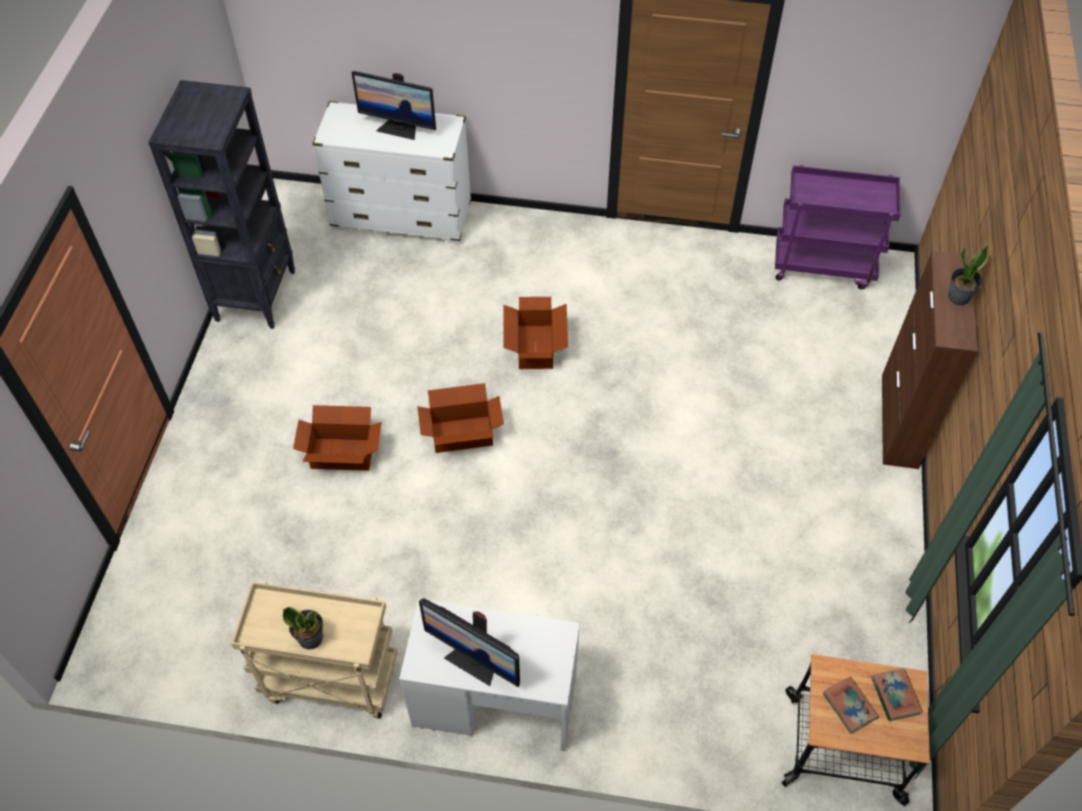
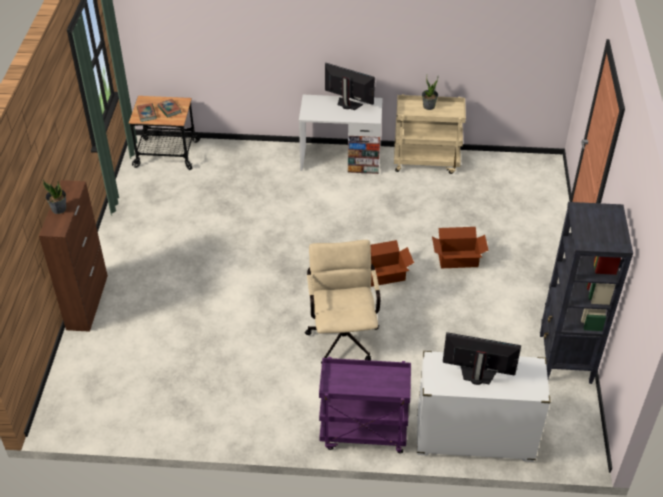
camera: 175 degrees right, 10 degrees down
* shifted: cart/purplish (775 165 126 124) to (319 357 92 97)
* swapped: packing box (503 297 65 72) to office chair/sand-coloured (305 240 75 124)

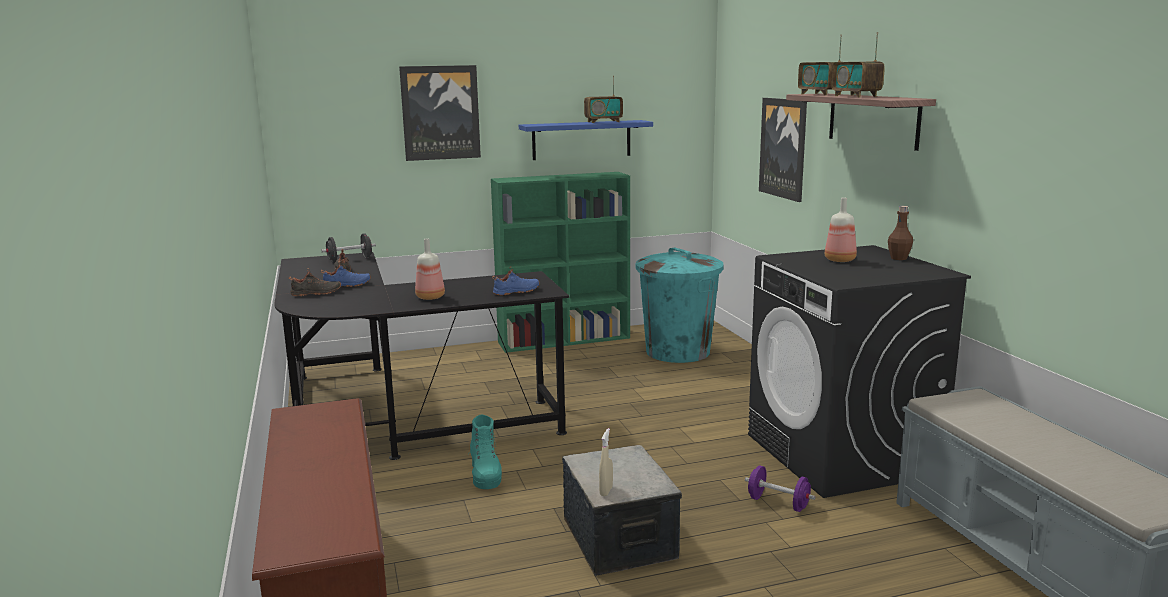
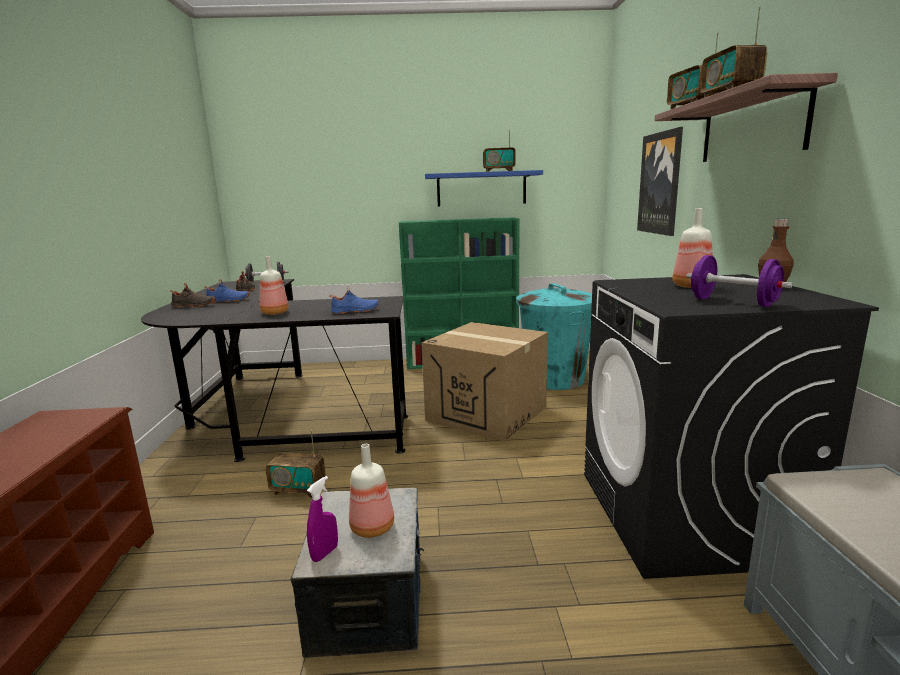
camera: 15 degrees right, 0 degrees up
* gone: wall picture (399 65 82 96)
* swapped: tall boot/turquoise-coloured (468 415 34 74) to radio set (266 430 60 68)
* repainted: spray bottle/sand-coloured (599 428 14 68) to spray bottle/purplish (307 476 31 86)
* shifted: dumbbell/purplish (745 465 70 47) to (687 255 105 52)
* new: packing box (421 322 127 120)
* new: drink bottle (349 444 45 94)

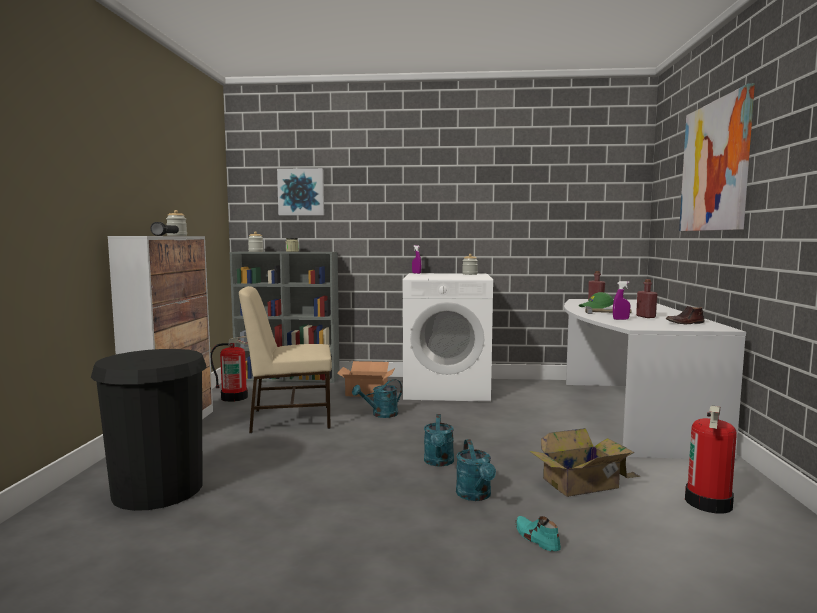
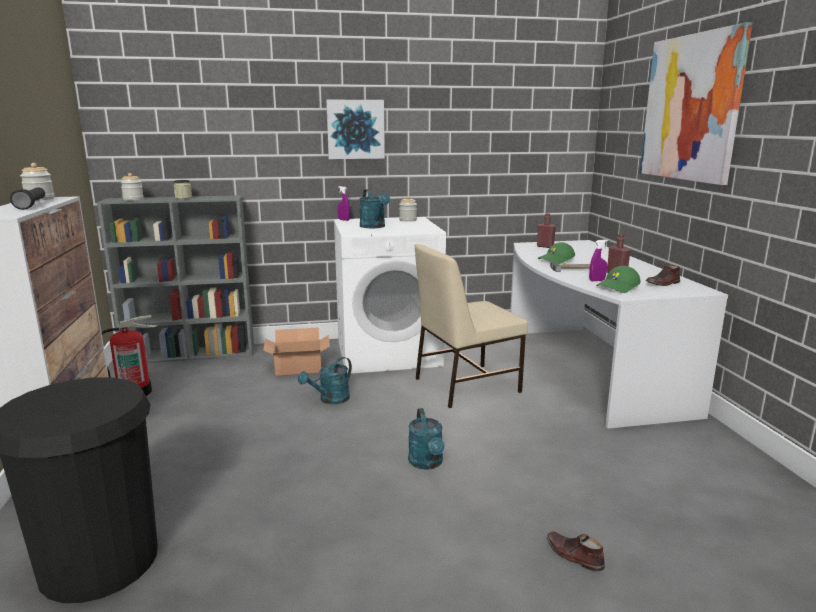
camera: 15 degrees left, 10 degrees up
* shifted: wall picture (277 168 47 48) to (326 100 59 59)
* shifted: chair/sand-coloured (239 286 93 147) to (415 244 113 164)
* gone: fire extinguisher (685 405 52 109)
* gone: packing box (529 428 111 69)
* shifted: sprinkling can/turquoise-coloured (456 439 40 62) to (359 189 31 39)
* repainted: shoe/turquoise-coloured (515 516 46 36) to shoe/brown-coloured (547 531 58 41)
* new: baseball cap/green-coloured (596 266 45 27)

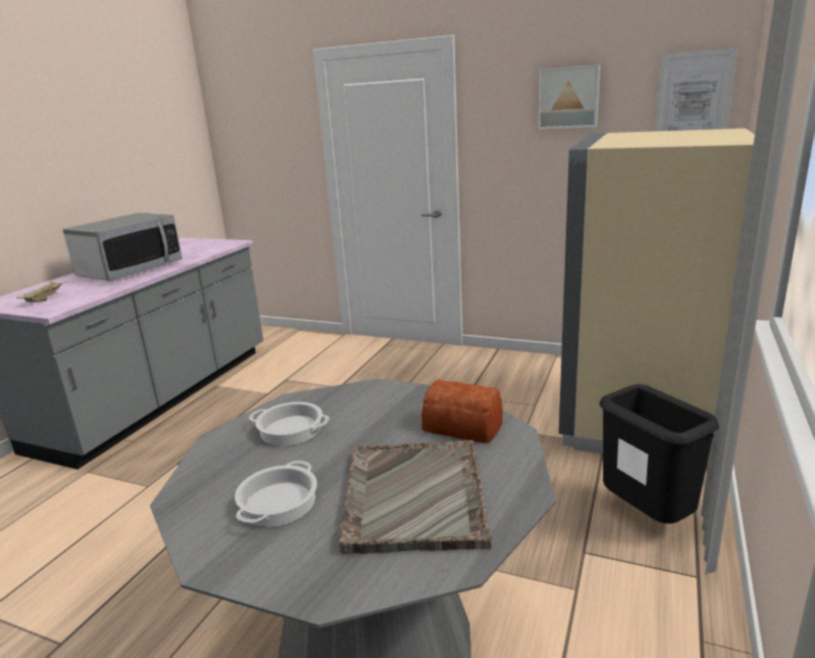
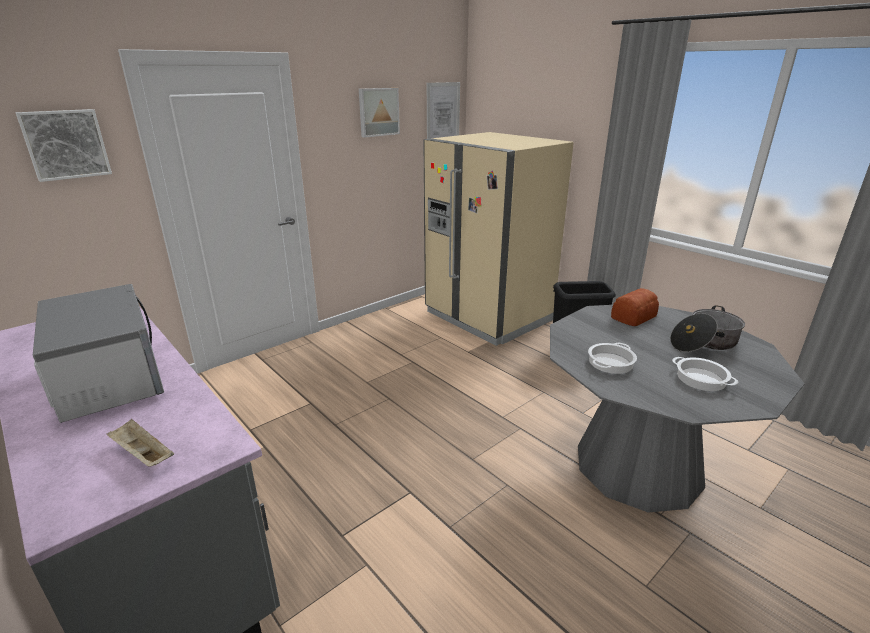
camera: 65 degrees left, 5 degrees up
* swapped: serving tray/greyish (339 440 153 114) to stockpot (670 305 75 47)
* new: wall picture (16 109 96 73)

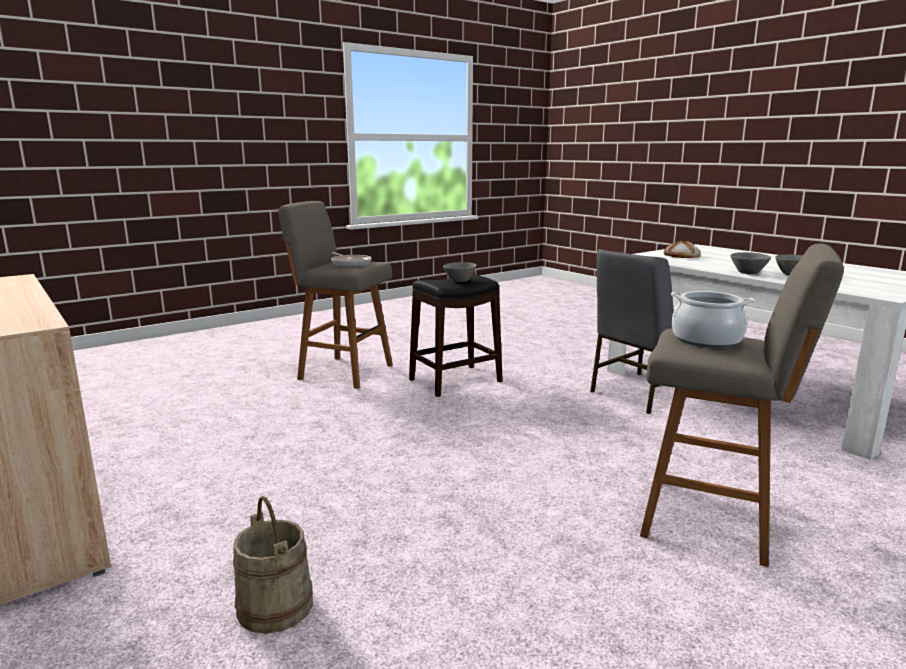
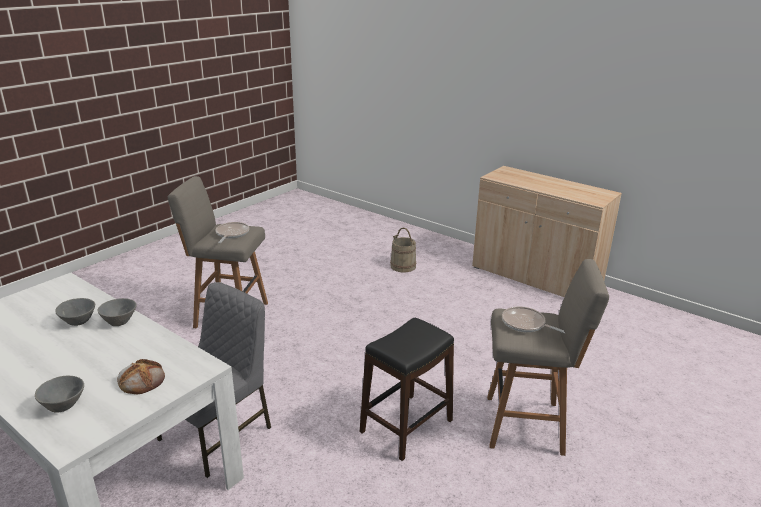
camera: 165 degrees right, 10 degrees up
* shifted: bowl/greyish (443 262 34 20) to (35 376 49 37)
* swapped: stockpot (671 291 84 57) to skillet (215 222 34 21)

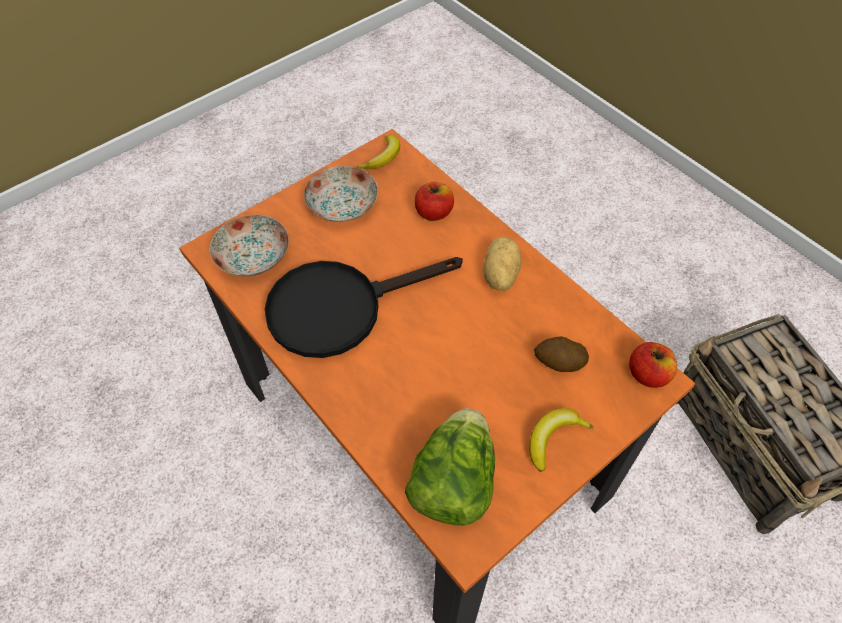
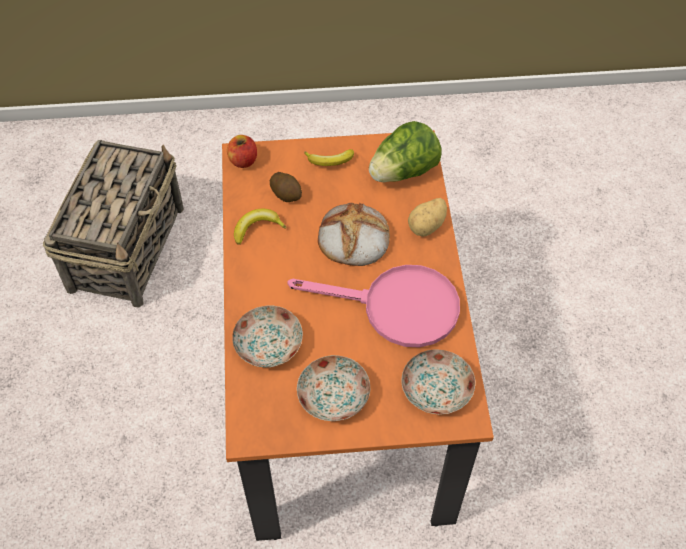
camera: 145 degrees left, 0 degrees up
* shifted: whole banana (355 135 45 34) to (234 209 53 36)
* swapped: apple (415 182 39 39) to plate (232 305 71 63)
* shifted: potato (483 237 38 54) to (408 198 39 39)
* repainted: skillet/black (264 257 199 101) to skillet/pink (287 265 173 83)
* new: bread (318 203 72 63)

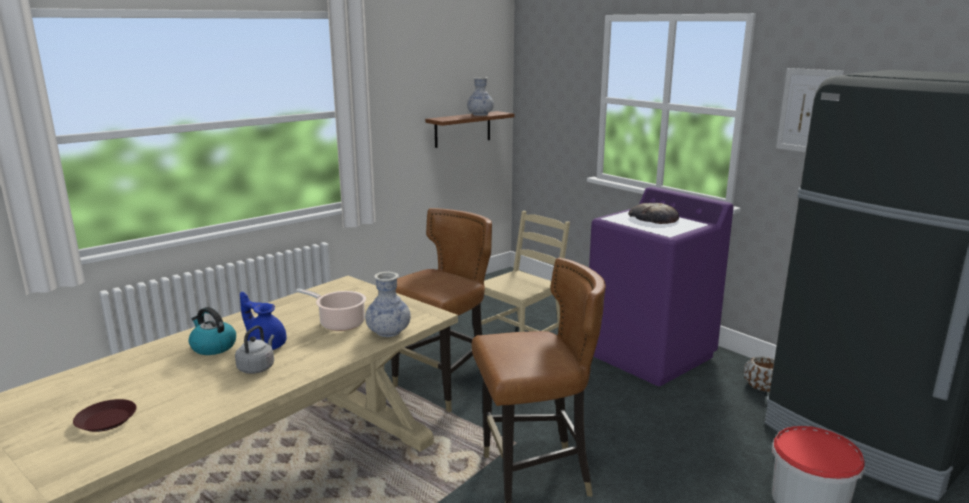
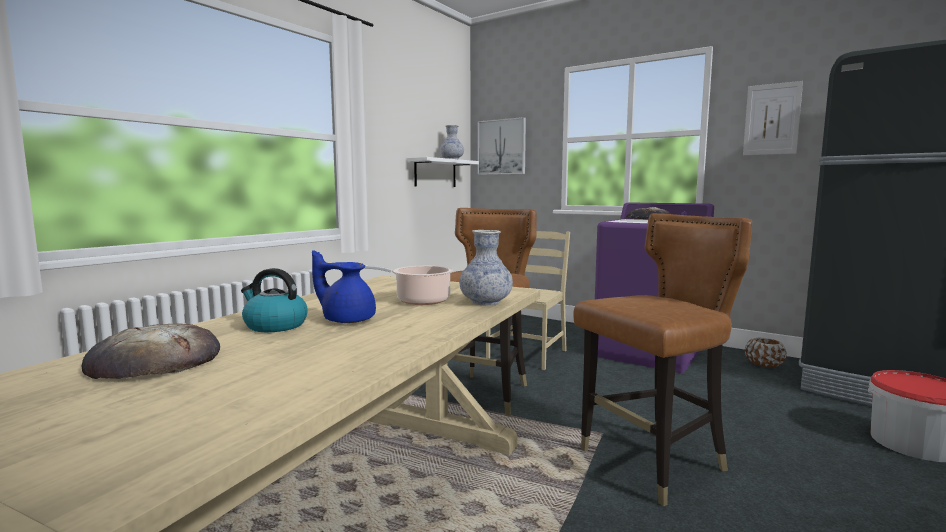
camera: 15 degrees left, 10 degrees down
* repainted: wall shelf/brown-coloured (425 111 90 37) to wall shelf/white-coloured (407 157 72 30)
* gone: kettle/greyish (235 325 39 49)
* gone: plate/brown-coloured (73 399 64 33)
* new: wall picture (478 117 48 58)
* new: bread (81 323 139 56)

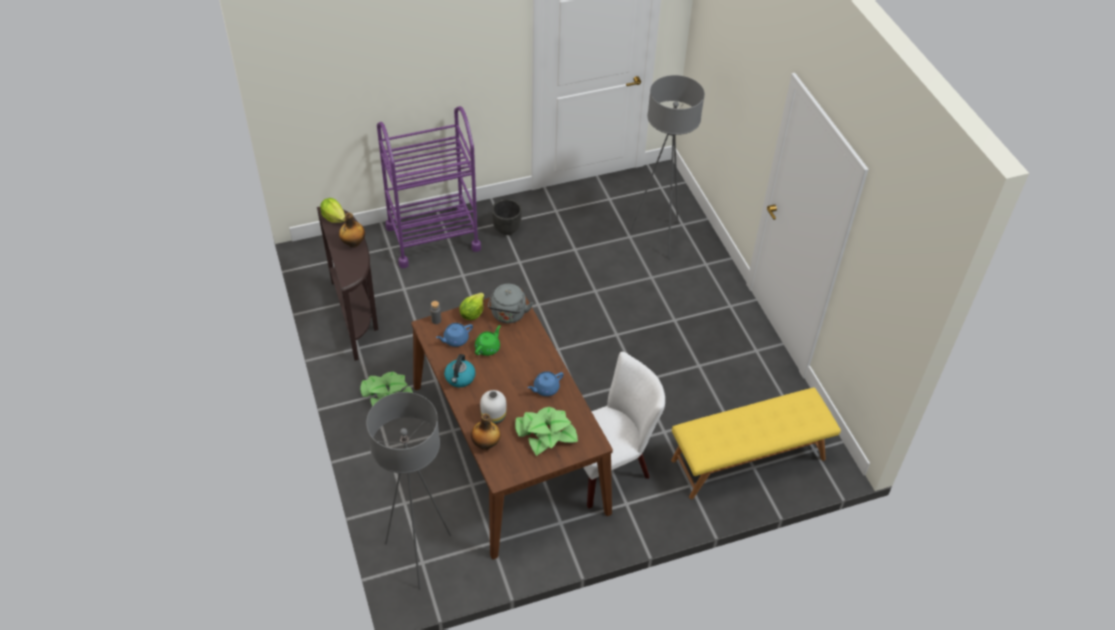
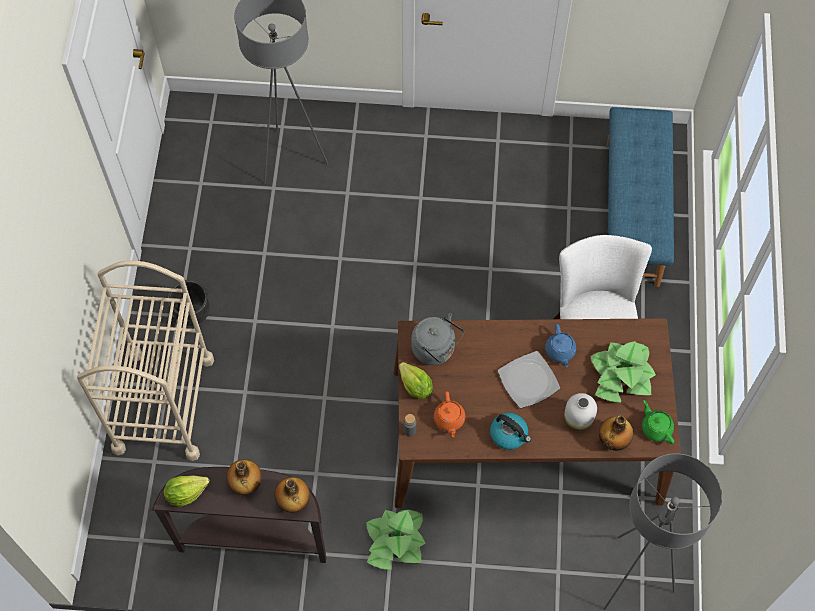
camera: 65 degrees left, 15 degrees up
* repainted: cart/purplish (377 106 104 162) to cart/sand-coloured (77 261 137 200)
* repainted: pot for tea/blue (436 323 37 24) to pot for tea/orange (434 391 31 46)
* shifted: pot for tea/green-coloured (475 325 26 31) to (642 400 32 44)
* repainted: long seat/yellowish (671 387 170 112) to long seat/blue (606 107 68 180)
* new: plate (498 351 62 57)
* new: drink bottle (274 477 36 36)

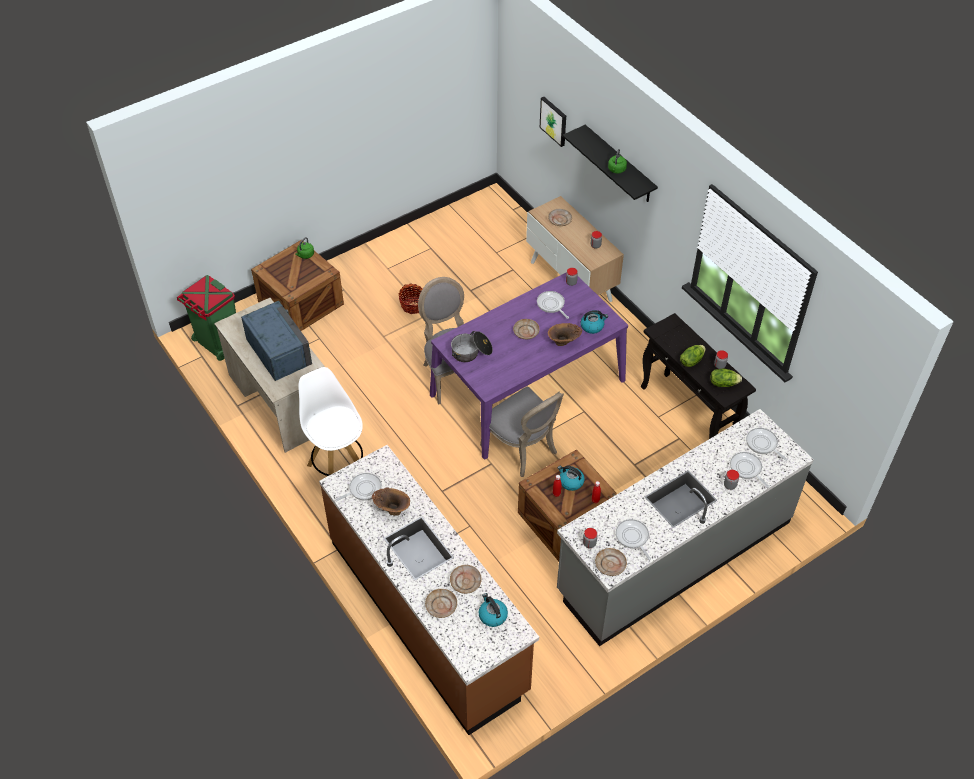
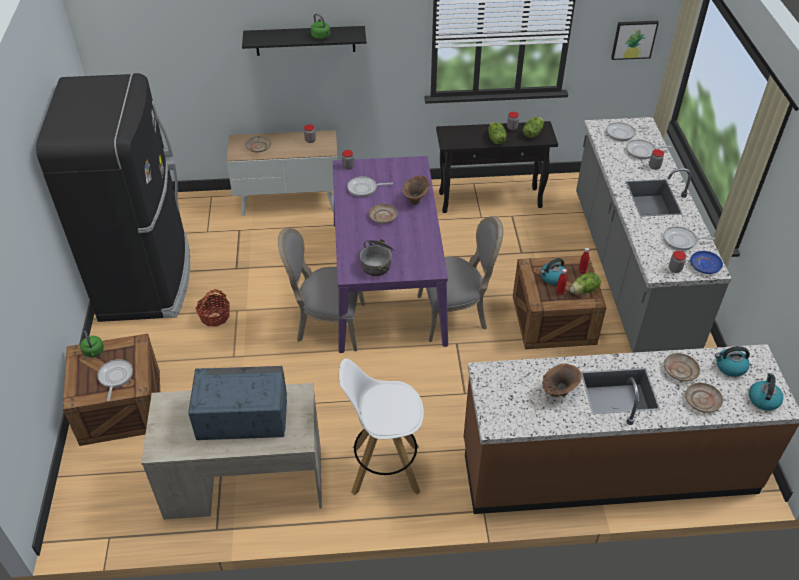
camera: 60 degrees left, 5 degrees down
* shifted: wall picture (540 97 26 50) to (611 21 48 39)
* gone: trash can/green-coloured (177 275 59 86)
* shifted: kettle (581 310 27 24) to (749 373 34 38)
* shifted: skillet (335 473 47 29) to (97 359 36 42)
* repainted: plate/sand-coloured (595 548 32 28) to plate/blue (690 251 33 23)
* new: kitchen fridge/black (36 73 154 249)
* new: head of lettuce (570 272 31 22)

